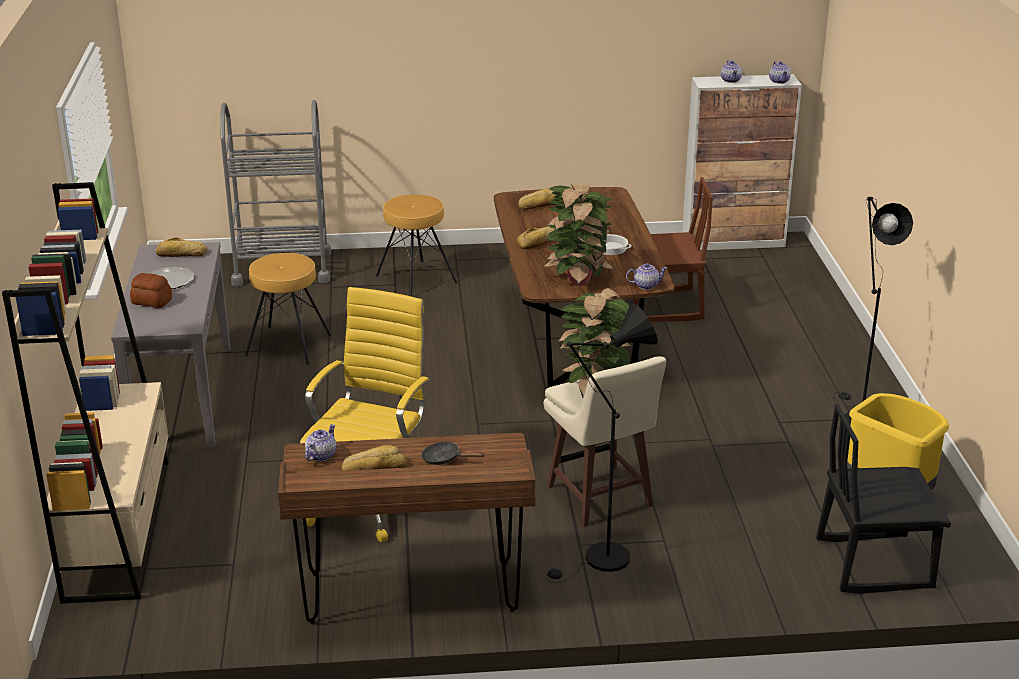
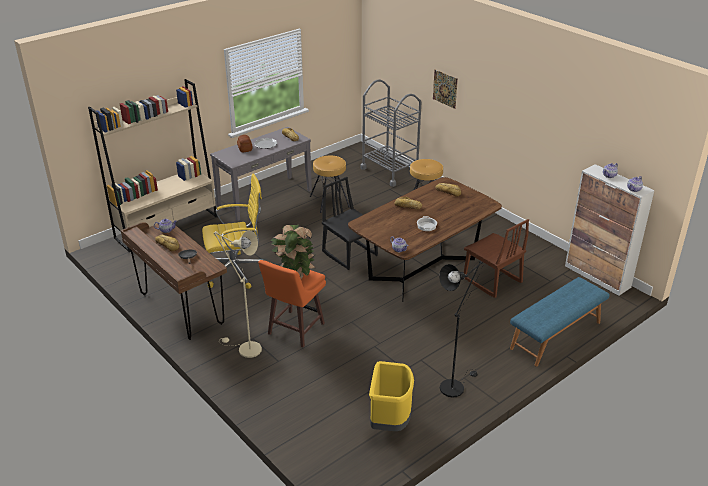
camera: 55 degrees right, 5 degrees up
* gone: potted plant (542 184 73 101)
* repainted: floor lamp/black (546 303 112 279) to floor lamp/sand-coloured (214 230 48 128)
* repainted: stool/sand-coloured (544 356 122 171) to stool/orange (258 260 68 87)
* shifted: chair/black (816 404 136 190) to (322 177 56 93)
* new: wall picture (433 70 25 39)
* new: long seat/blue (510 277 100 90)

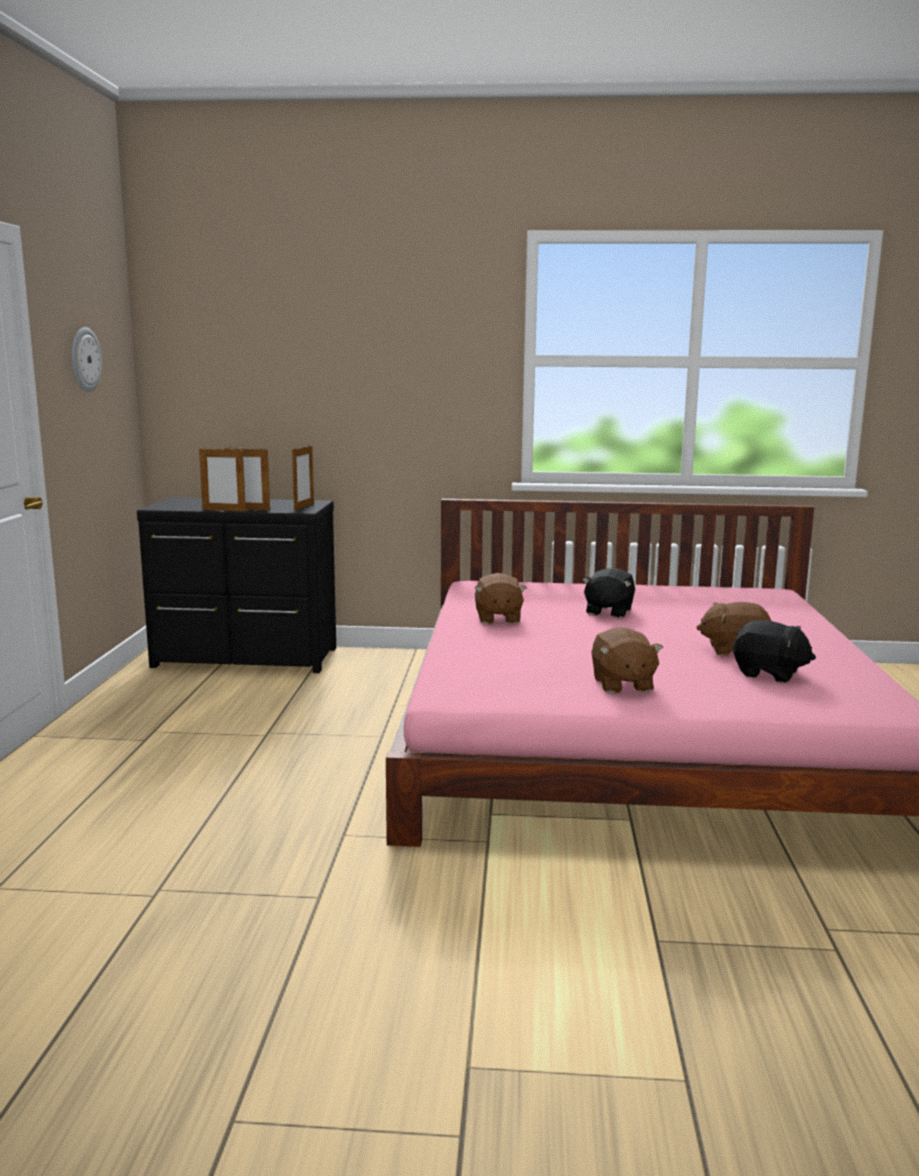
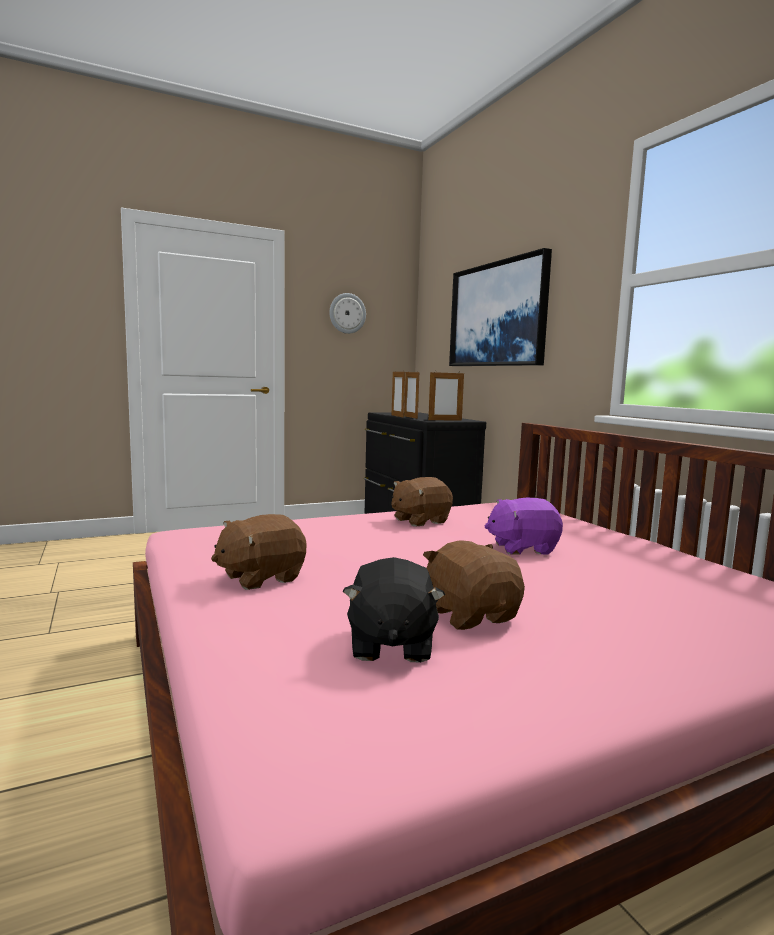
camera: 60 degrees right, 5 degrees down
* repainted: soft toy/black (582 568 53 50) to soft toy/purplish (485 498 78 57)
* new: wall picture (449 248 103 118)

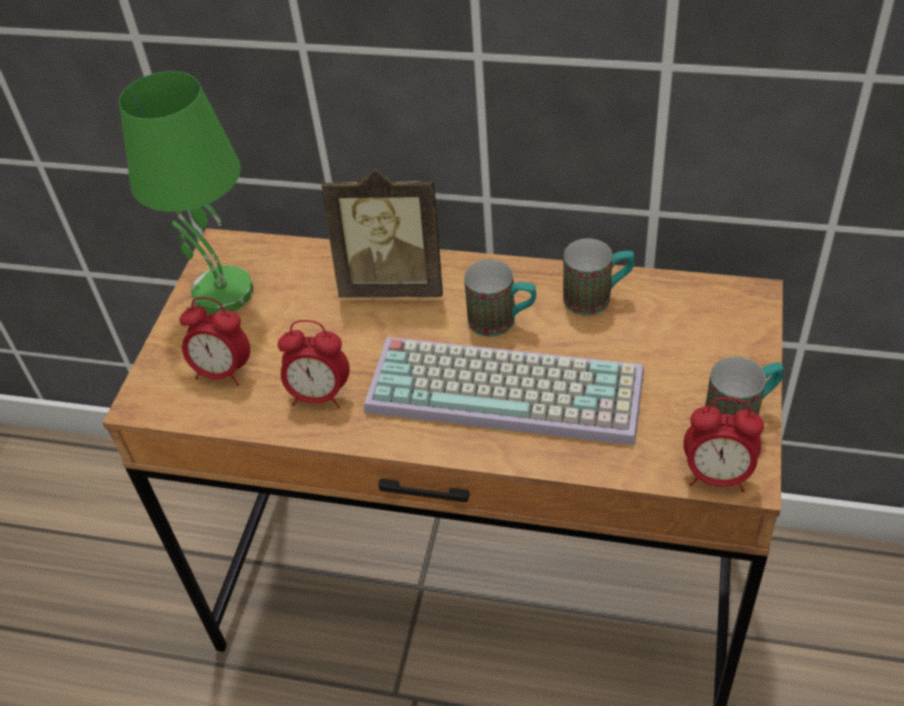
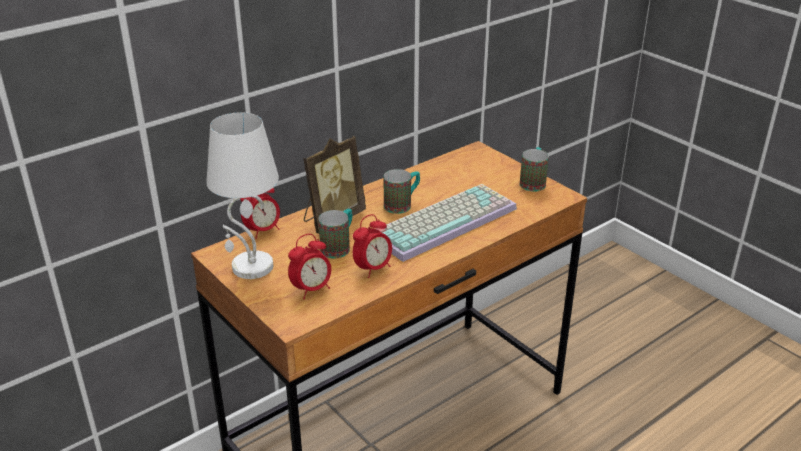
camera: 55 degrees left, 15 degrees down
* repainted: tabletop lamp/green-coloured (119 71 134 243) to tabletop lamp/white-coloured (206 112 73 167)
* shifted: mug (563 238 71 77) to (318 209 34 49)
* shifted: alarm clock (683 397 81 95) to (240 188 40 51)

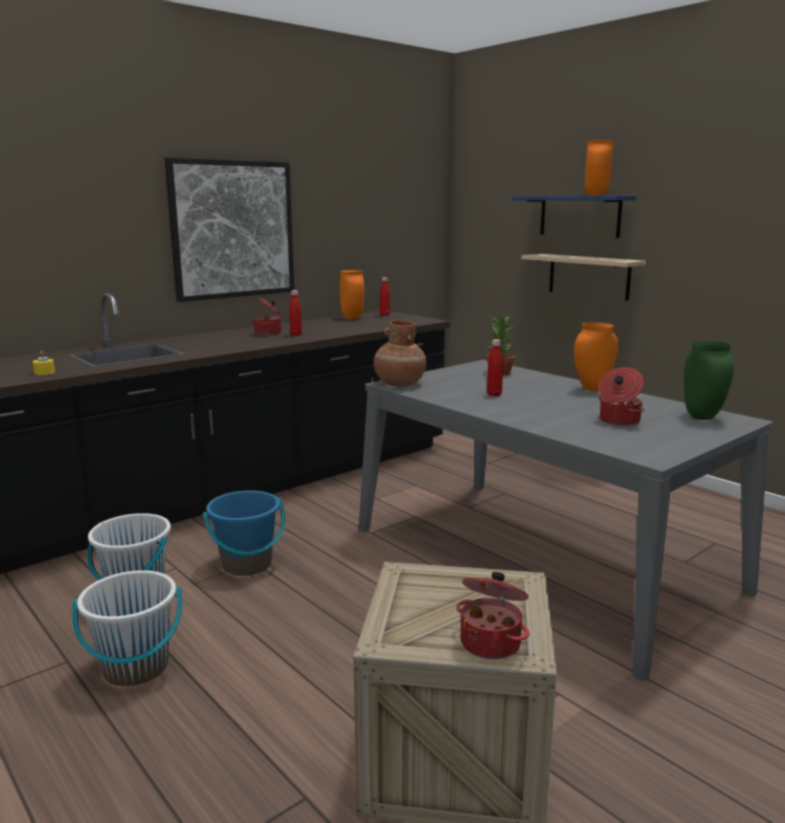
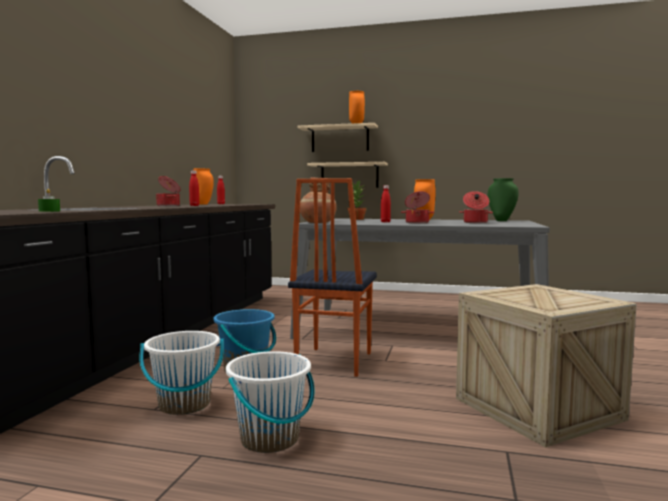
camera: 35 degrees left, 10 degrees down
* gone: wall picture (165 157 129 145)
* repainted: wall shelf/blue (512 196 125 42) to wall shelf/sand-coloured (297 123 81 29)
* repainted: wax light/yellowish (33 351 22 24) to wax light/green-coloured (38 189 22 23)
* shifted: stockpot (456 572 74 87) to (401 191 33 32)
* new: chair (288 178 89 199)

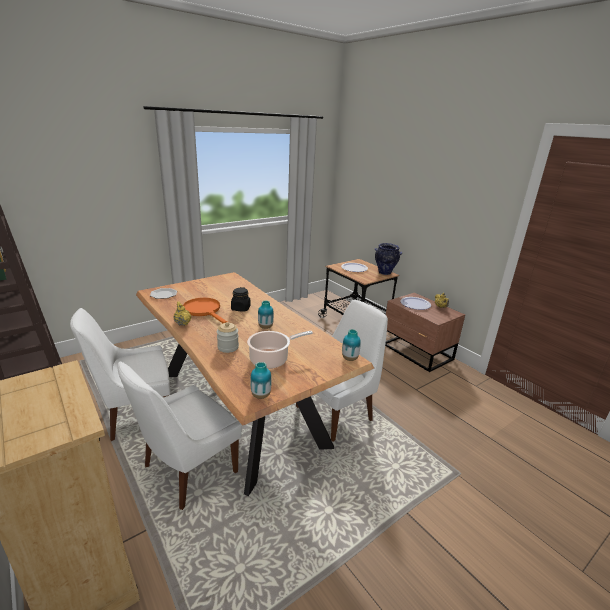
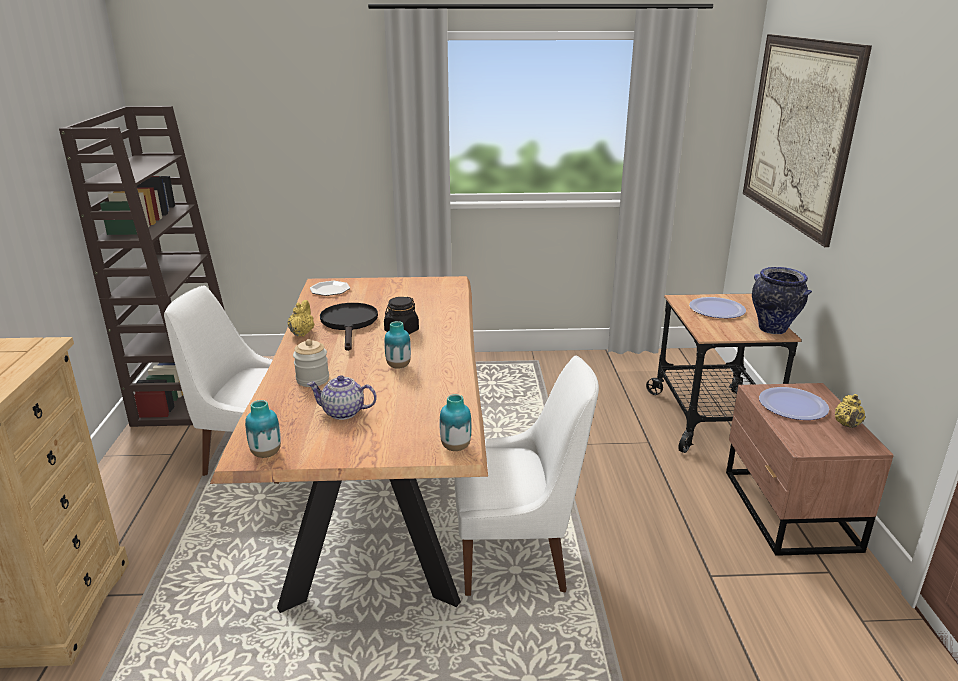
camera: 35 degrees right, 0 degrees up
* repainted: skillet/orange (183 298 46 25) to skillet/black (320 303 58 48)
* swapped: stockpot (247 331 66 38) to pot for tea (307 375 70 45)
* gone: chair/white-coloured (117 361 125 149)
* new: wall picture (743 34 129 213)

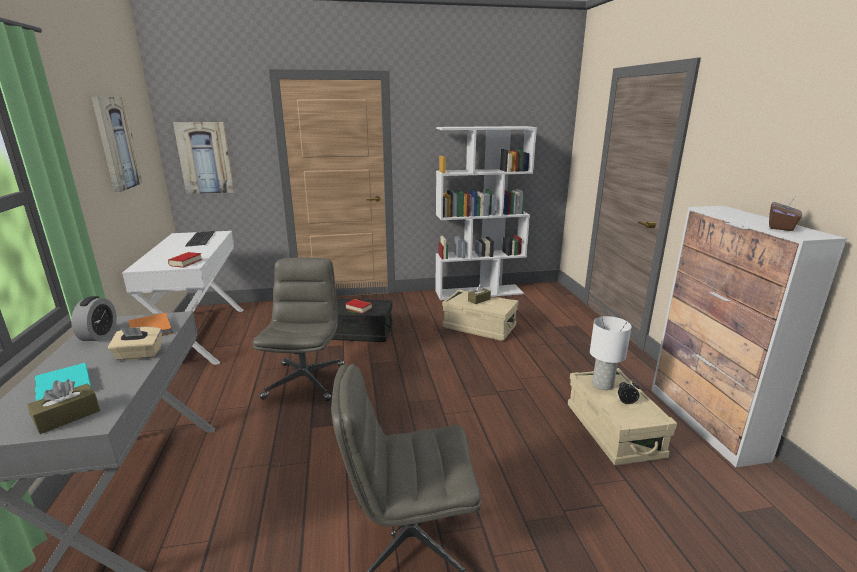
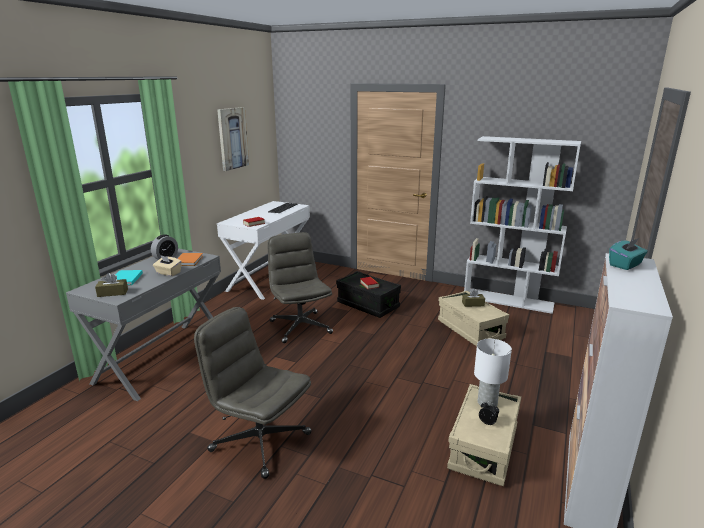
camera: 35 degrees right, 0 degrees up
* gone: wall picture (173 122 61 72)
* gone: tissue holder/brown-coloured (769 197 33 34)
* rotated: office chair/greyish (253 257 92 144) = (267 232 66 111) 60 degrees counterclockwise
* new: tissue holder/turquoise-coloured (609 238 39 32)

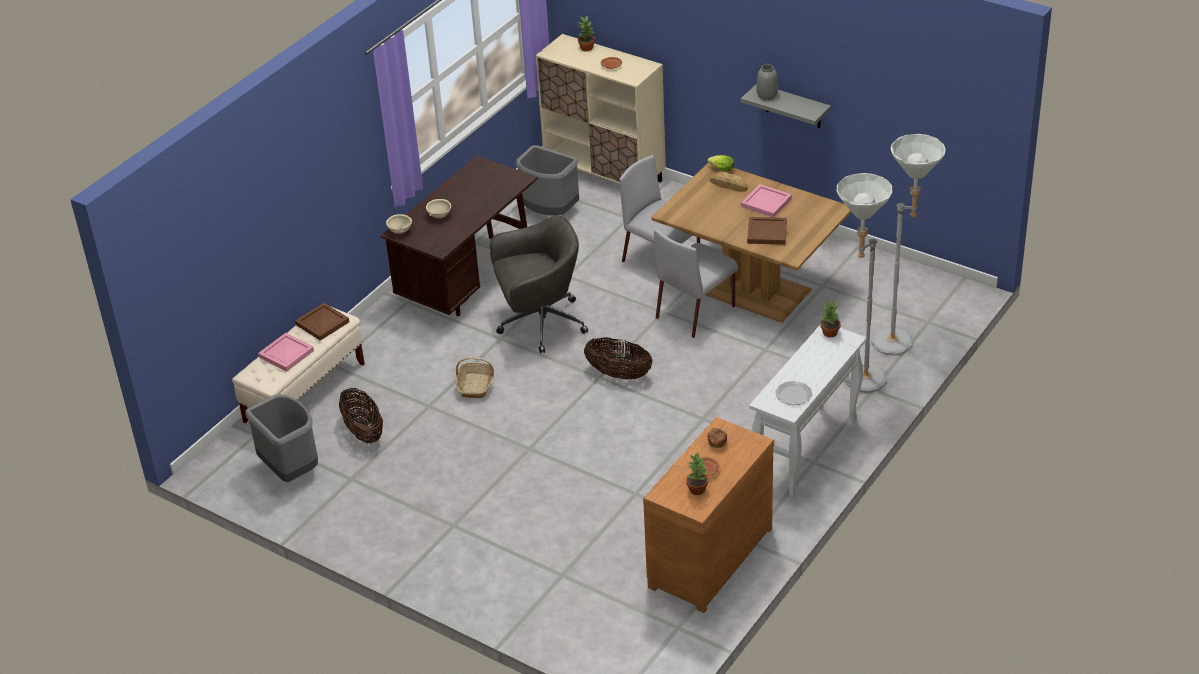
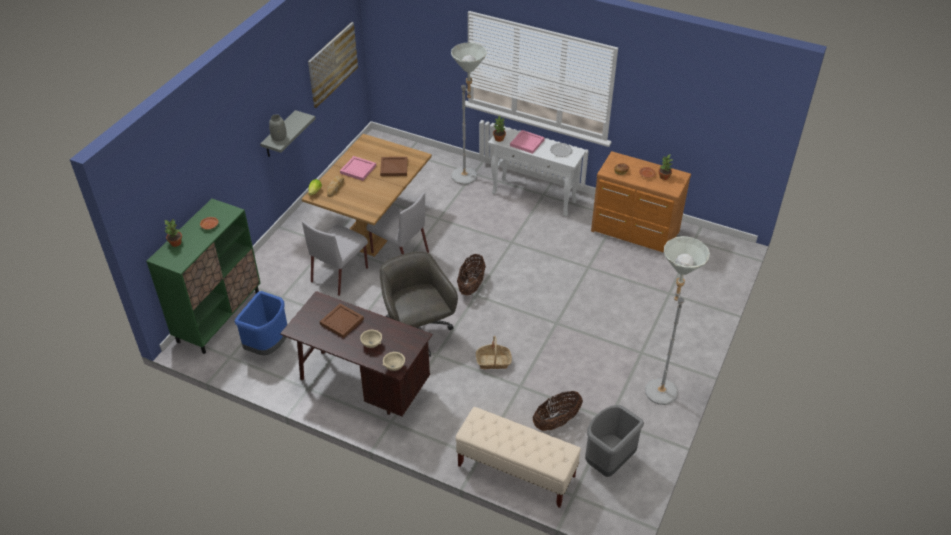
camera: 100 degrees left, 5 degrees up
* repainted: cabinet/sand-coloured (536 34 130 150) to cabinet/green-coloured (146 199 114 155)
* shifted: floor lamp/greyish (871 134 75 221) to (645 236 65 169)
* repainted: trash can/greyish (516 145 63 71) to trash can/blue (235 291 52 64)
* shifted: serving tray/brown-coloured (295 303 54 38) to (320 303 44 35)
* shifted: serving tray/pink (258 333 56 39) to (510 130 35 24)
* new: wall picture (308 22 50 86)

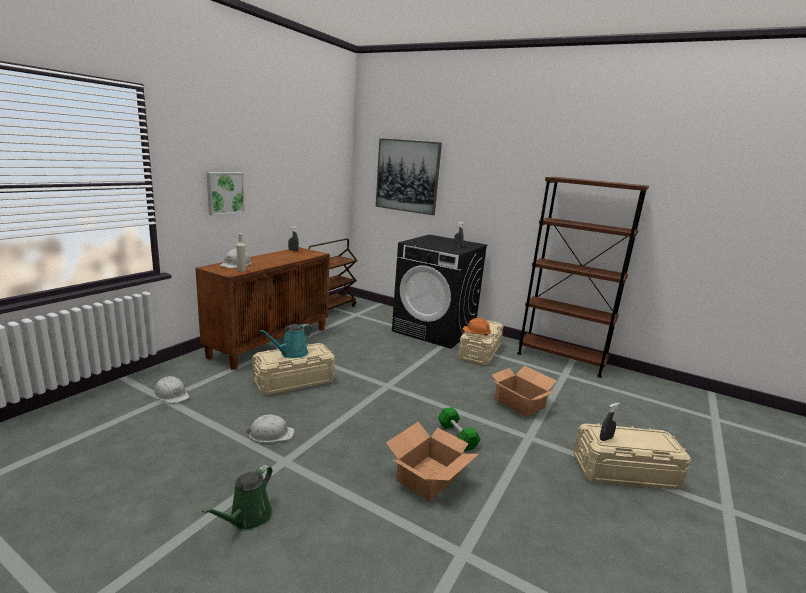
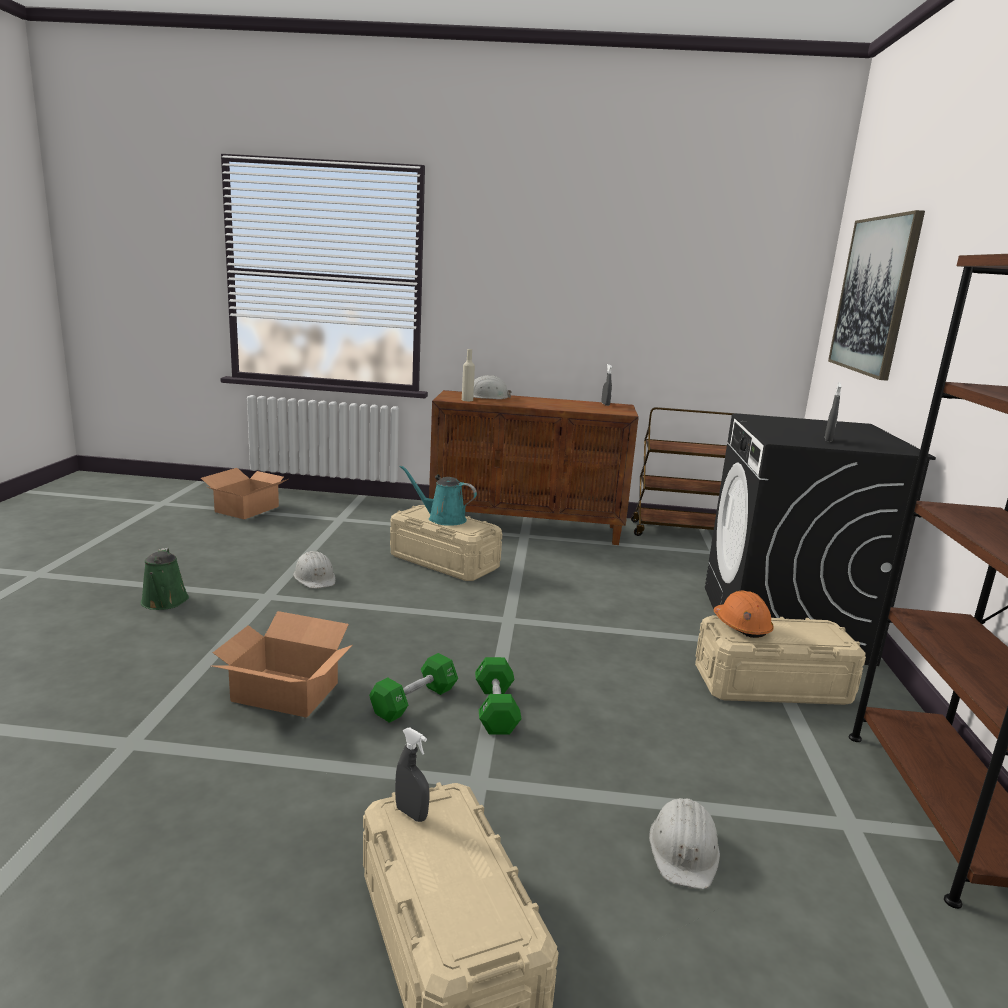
camera: 65 degrees right, 0 degrees up
* gone: wall picture (207 172 38 44)
* shifted: packing box (489 365 68 52) to (201 468 87 52)
* shifted: work helmet/white-coloured (153 376 36 28) to (649 798 71 91)
* rotated: sprinkling can/green-coloured (202 465 70 65) = (141 548 48 62) 105 degrees counterclockwise
* new: dumbbell/green-coloured (475 657 47 77)

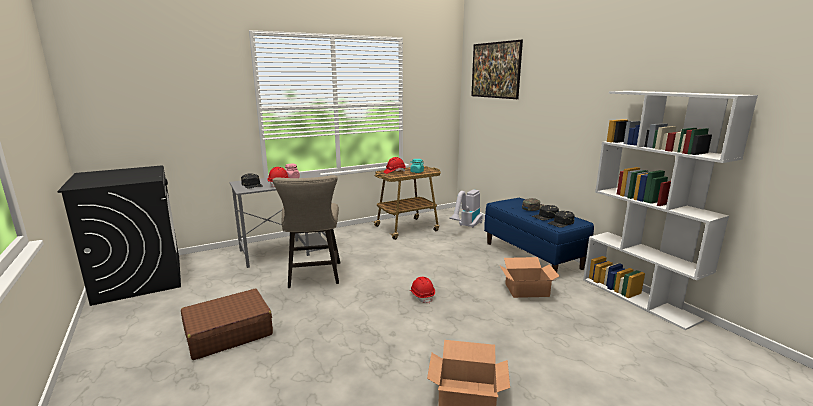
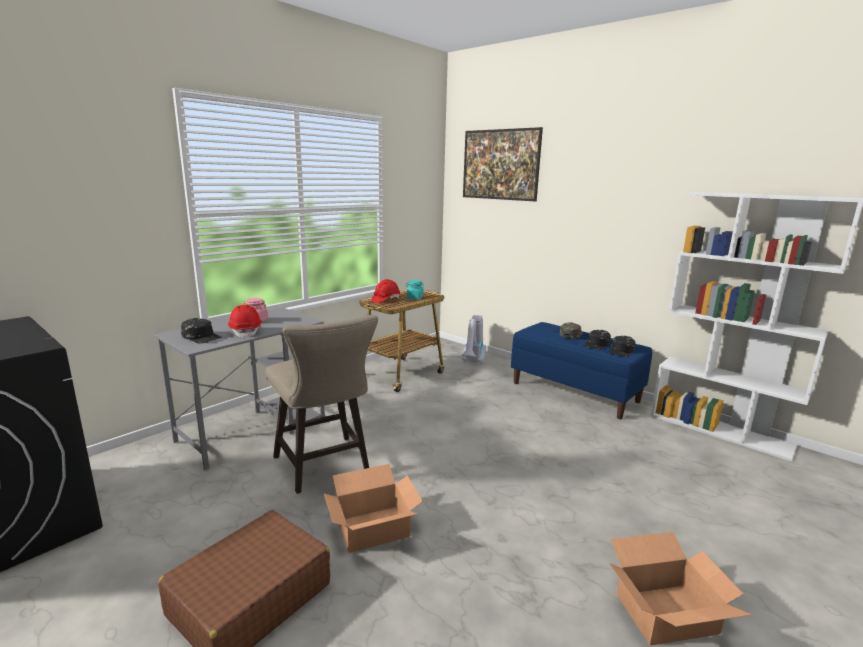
camera: 20 degrees left, 0 degrees up
* shifted: packing box (500 257 59 41) to (324 464 99 89)
* gone: work helmet/reddish (410 277 25 27)

